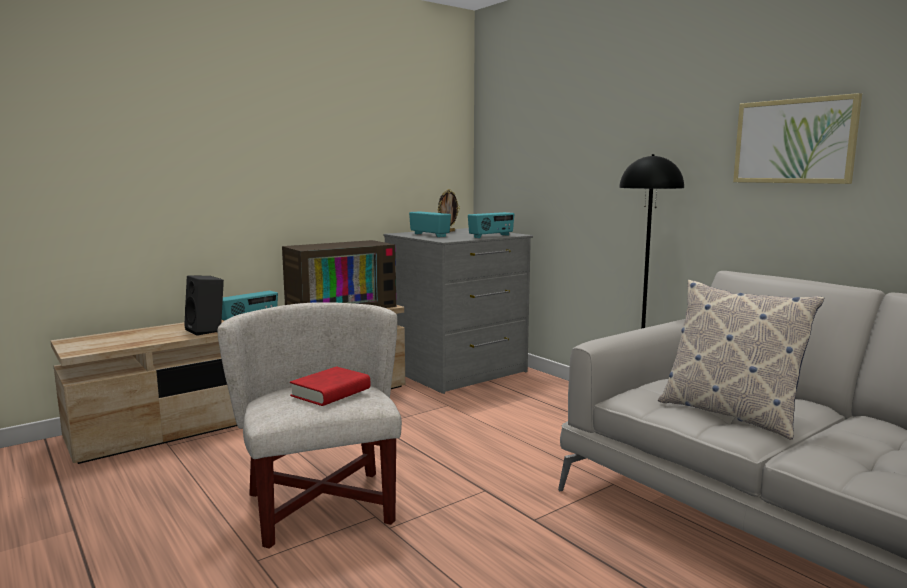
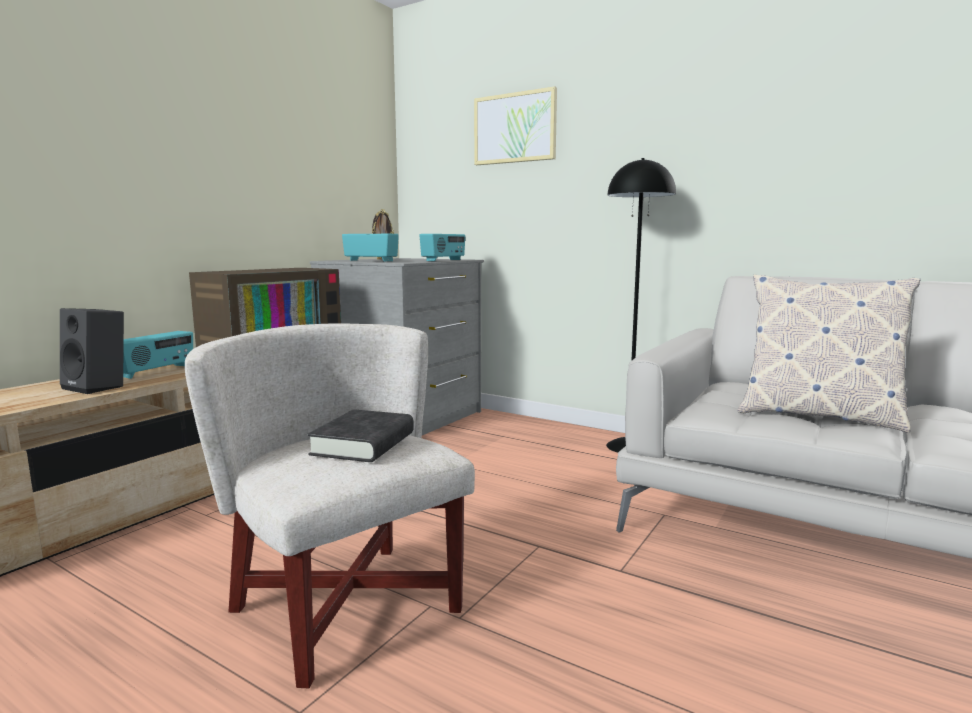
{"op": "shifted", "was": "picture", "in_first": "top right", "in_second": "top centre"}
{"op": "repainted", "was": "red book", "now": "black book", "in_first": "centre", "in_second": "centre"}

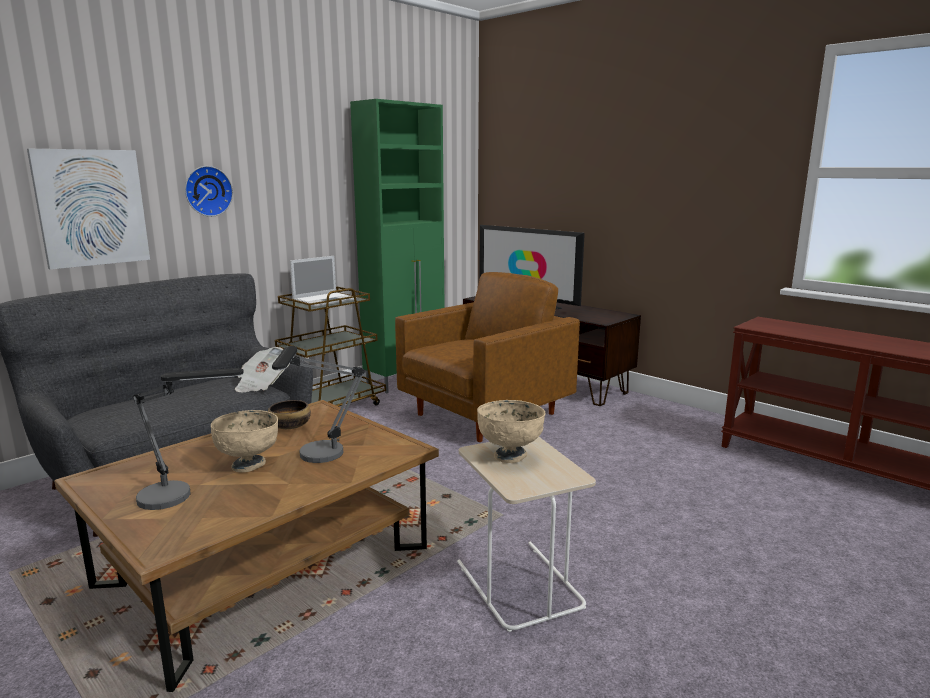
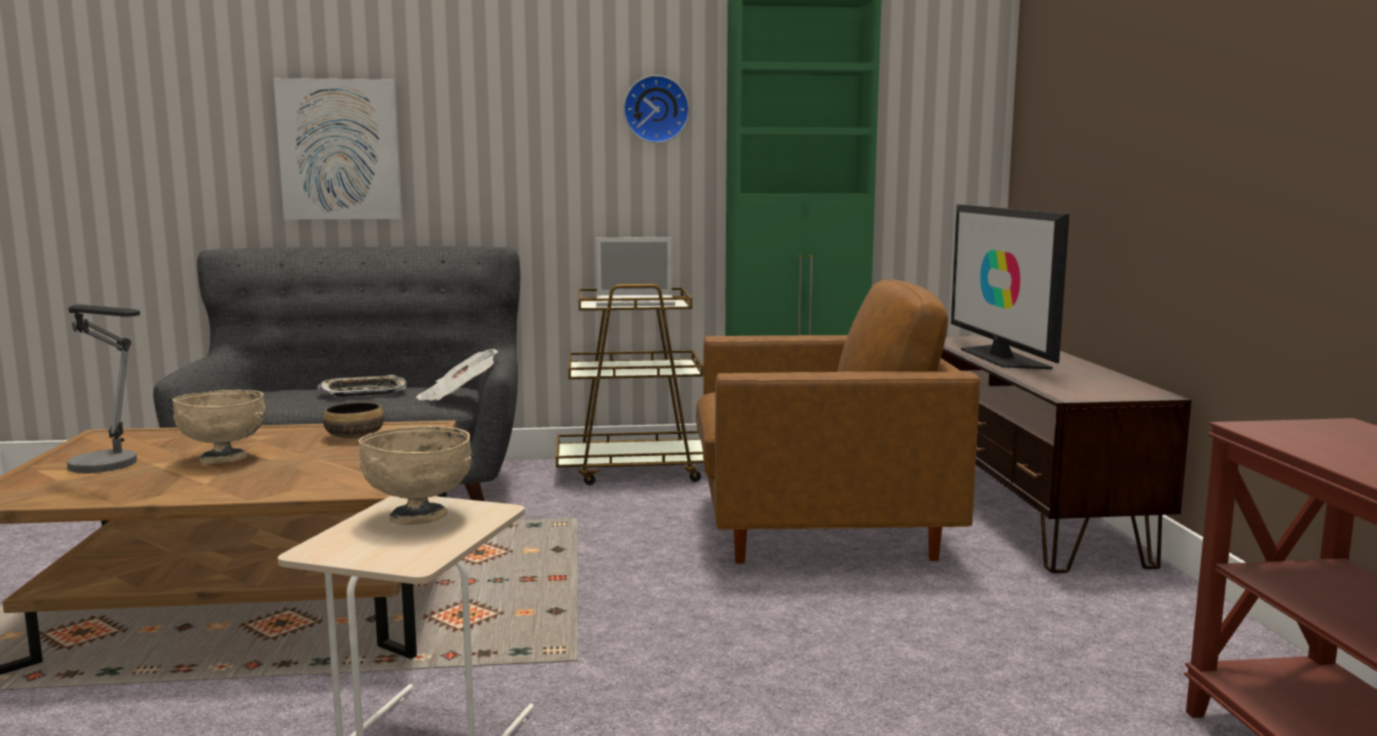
{"op": "shifted", "was": "wall clock", "in_first": "top left", "in_second": "top centre"}
{"op": "gone", "was": "table lamp (no. 2 from left)", "in_first": "centre"}
{"op": "new", "now": "tray", "in_second": "middle left"}

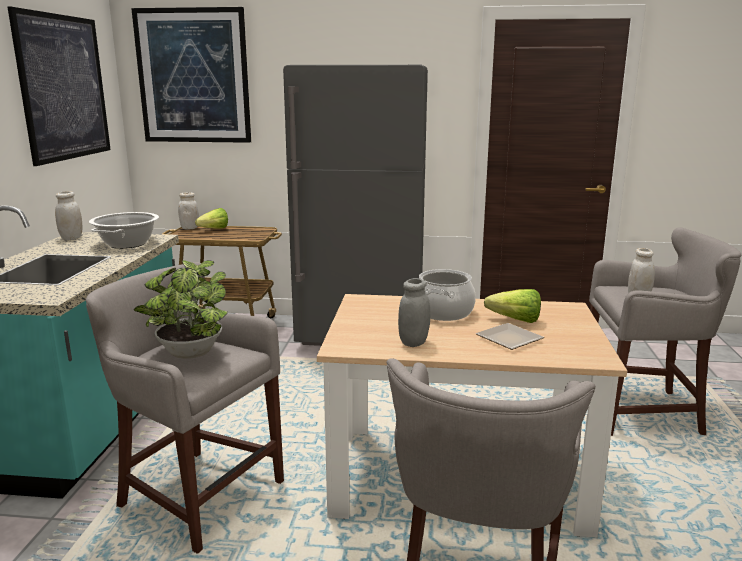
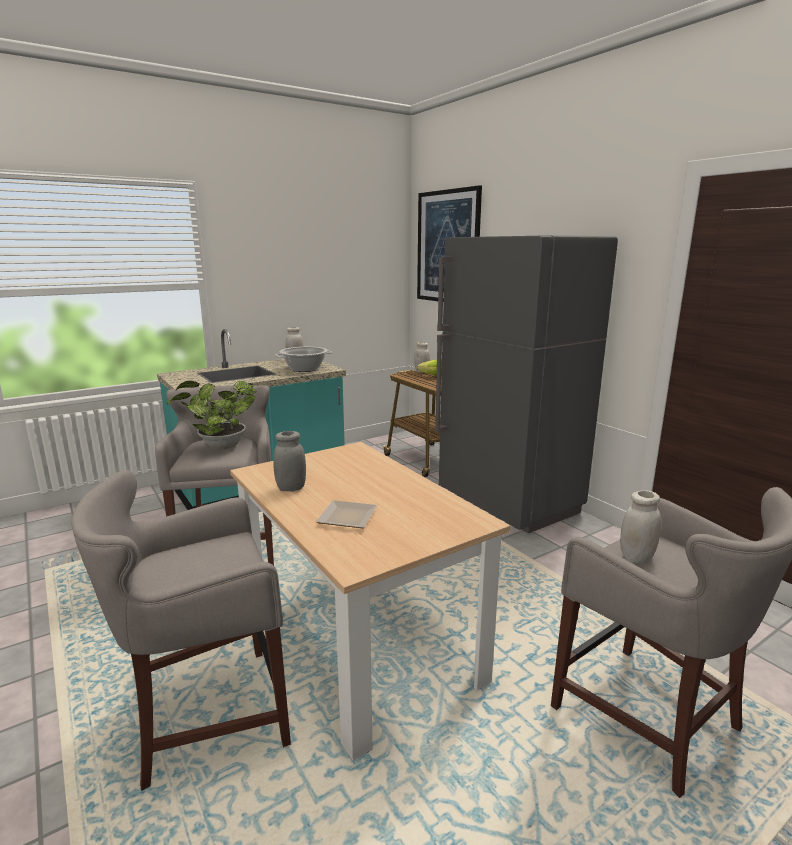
{"op": "gone", "was": "picture (no. 1 from left)", "in_first": "top left"}
{"op": "gone", "was": "cooking pot (no. 2 from left)", "in_first": "centre"}
{"op": "gone", "was": "lettuce (no. 2 from left)", "in_first": "middle right"}

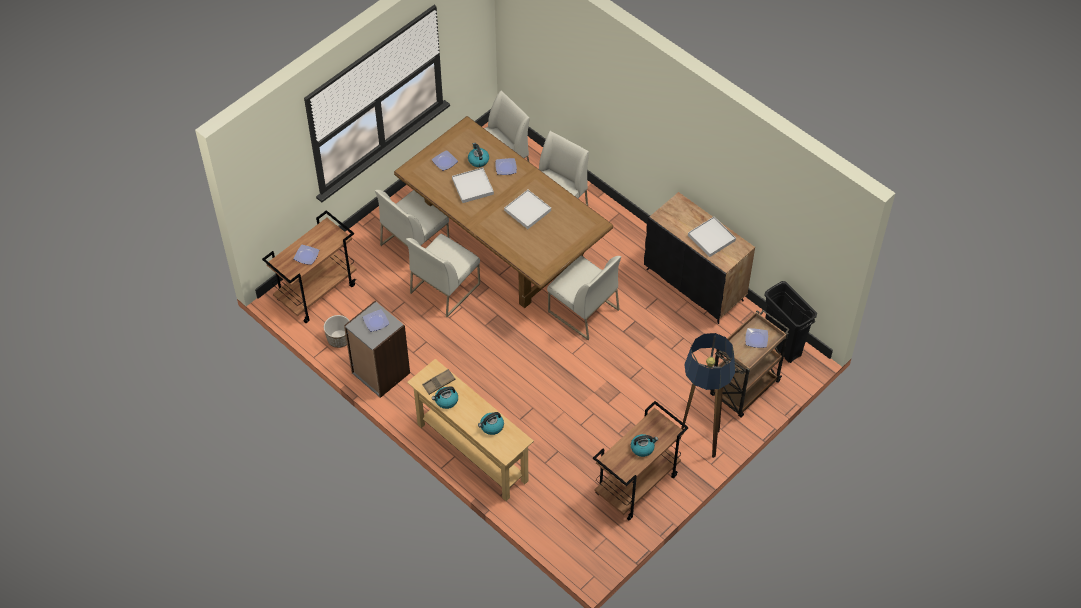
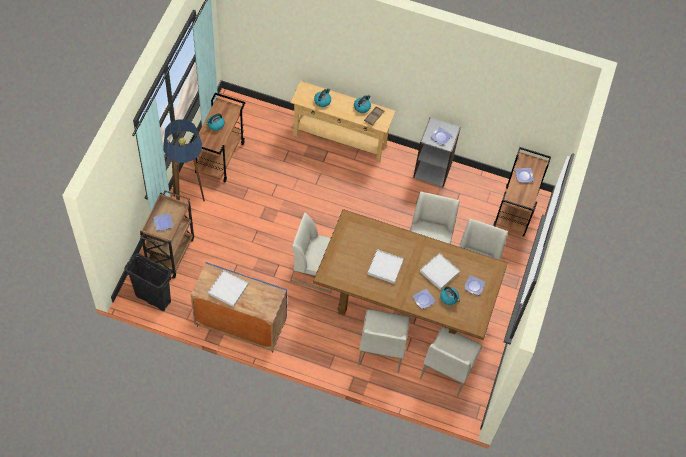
{"op": "repainted", "was": "black cabinet", "now": "blue cabinet", "in_first": "centre", "in_second": "bottom centre"}
{"op": "gone", "was": "planter", "in_first": "middle left"}

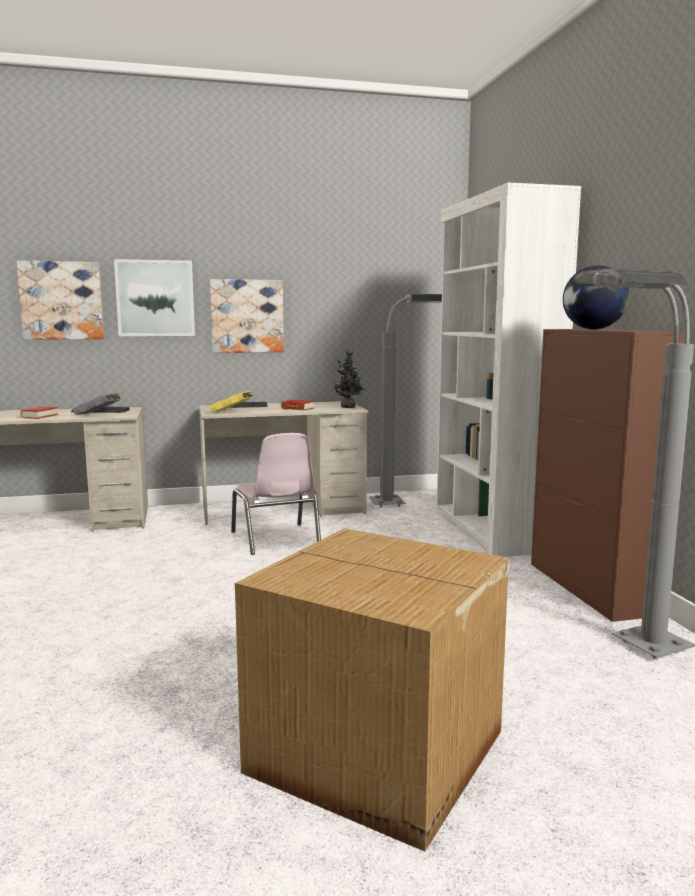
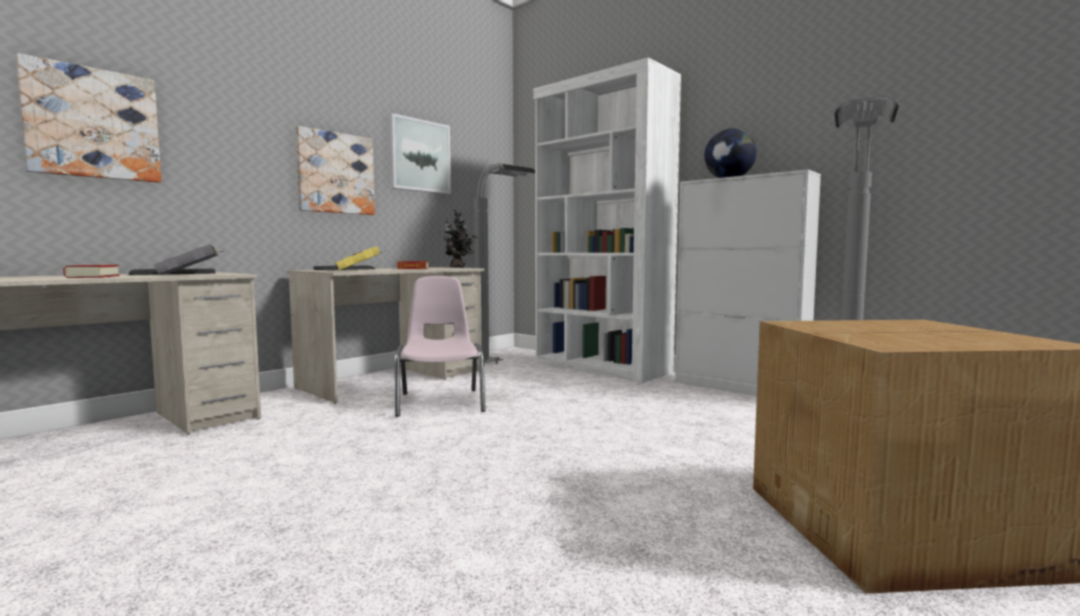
{"op": "shifted", "was": "picture (no. 2 from left in the first image)", "now": "picture (no. 3 from left)", "in_first": "top left", "in_second": "top centre"}
{"op": "repainted", "was": "brown cabinet", "now": "white cabinet", "in_first": "middle right", "in_second": "middle right"}
{"op": "rotated", "was": "pink chair", "in_first": "centre", "in_second": "centre", "clockwise": -135}

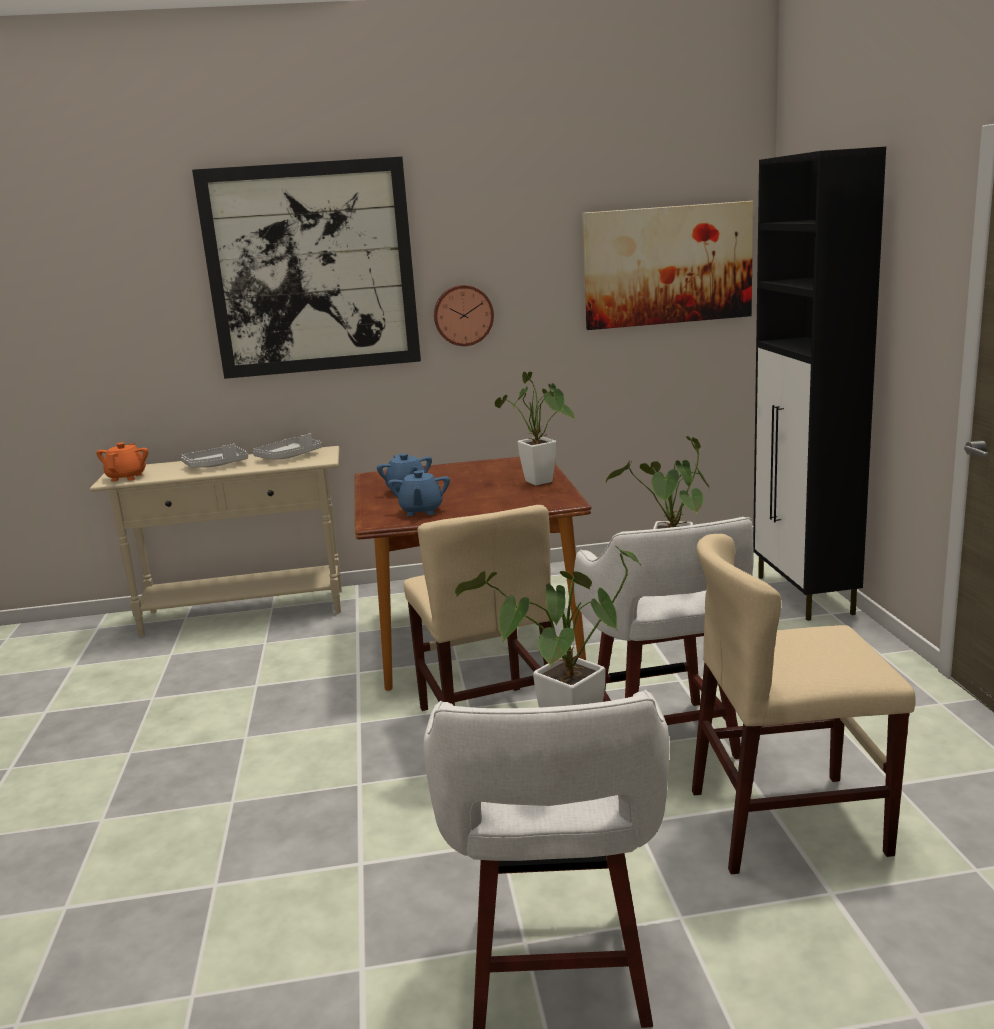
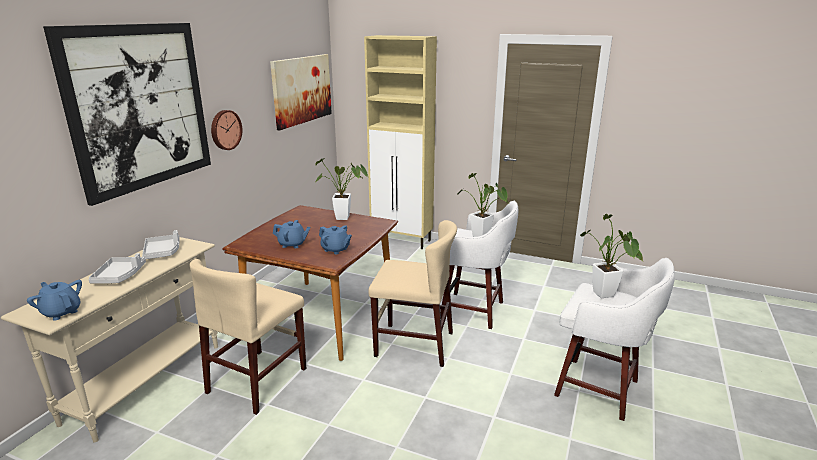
{"op": "repainted", "was": "black cabinet", "now": "beige cabinet", "in_first": "middle right", "in_second": "top centre"}
{"op": "repainted", "was": "orange teapot", "now": "blue teapot (no. 1 from left)", "in_first": "middle left", "in_second": "middle left"}
{"op": "shifted", "was": "beige chair (no. 2 from left in the first image)", "now": "beige chair (no. 1 from left)", "in_first": "bottom right", "in_second": "bottom left"}

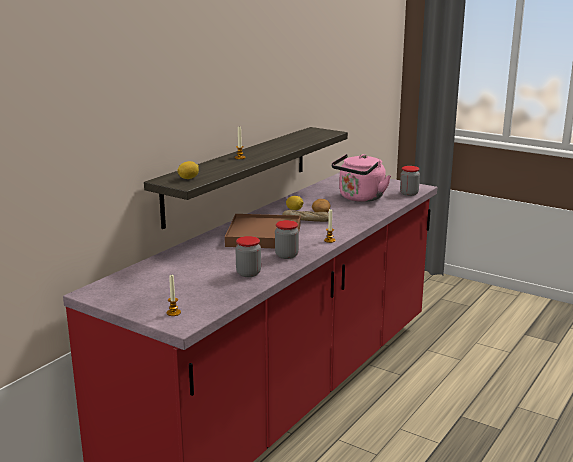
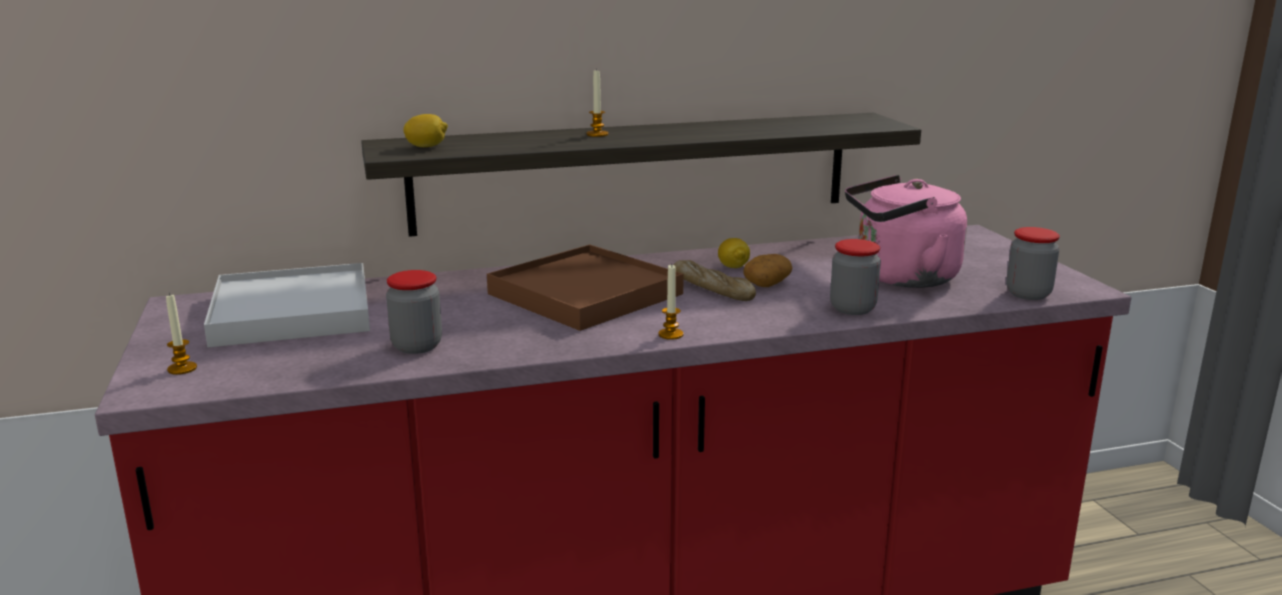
{"op": "shifted", "was": "jar (no. 2 from left)", "in_first": "centre", "in_second": "middle right"}
{"op": "new", "now": "white tray", "in_second": "middle left"}

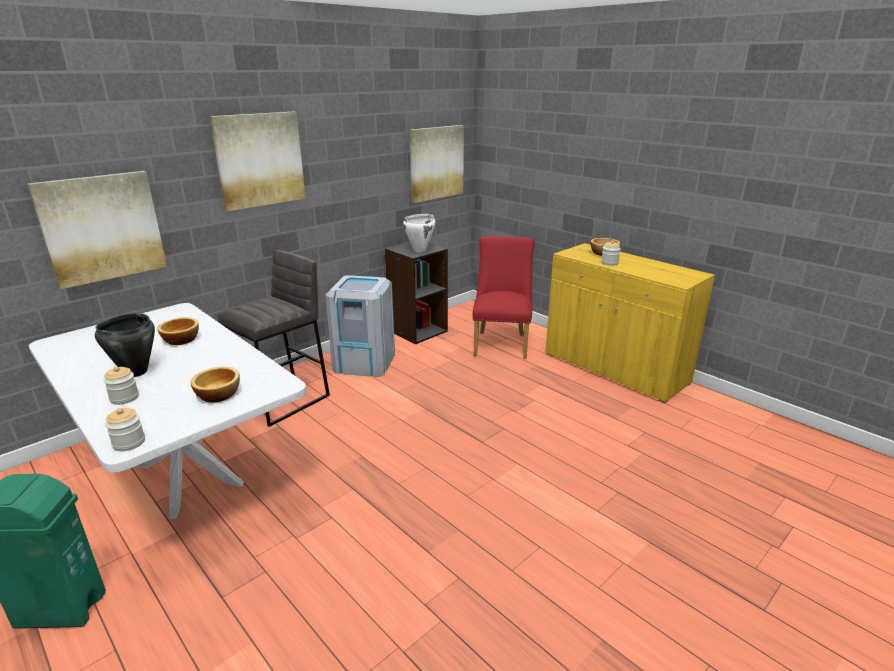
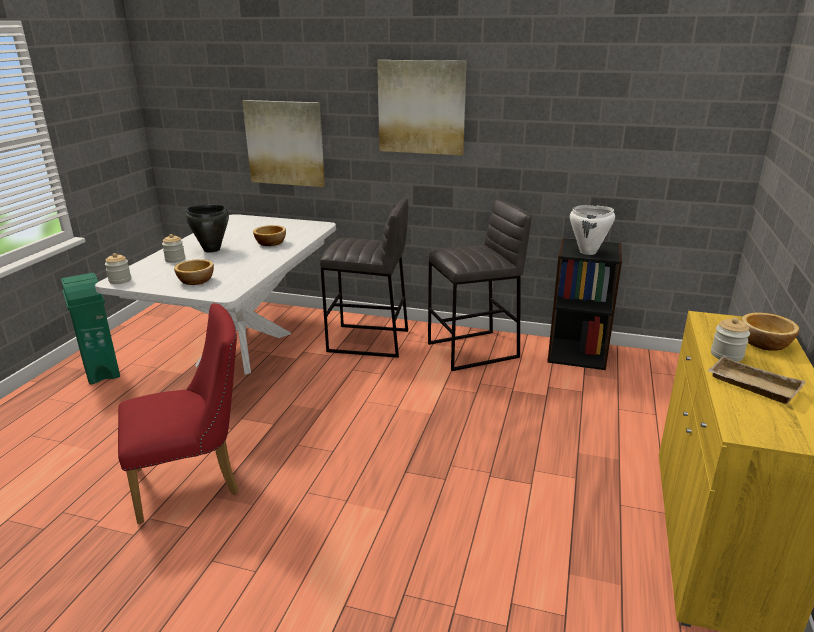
{"op": "gone", "was": "picture (no. 3 from left)", "in_first": "top centre"}
{"op": "shifted", "was": "red chair", "in_first": "centre", "in_second": "middle left"}
{"op": "swapped", "was": "grey trash can", "now": "grey stool (no. 2 from left)", "in_first": "centre", "in_second": "centre"}
{"op": "new", "now": "beige tray", "in_second": "middle right"}

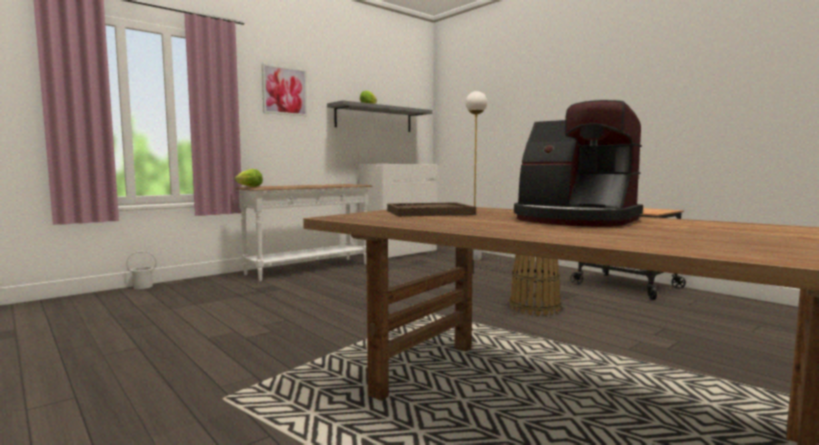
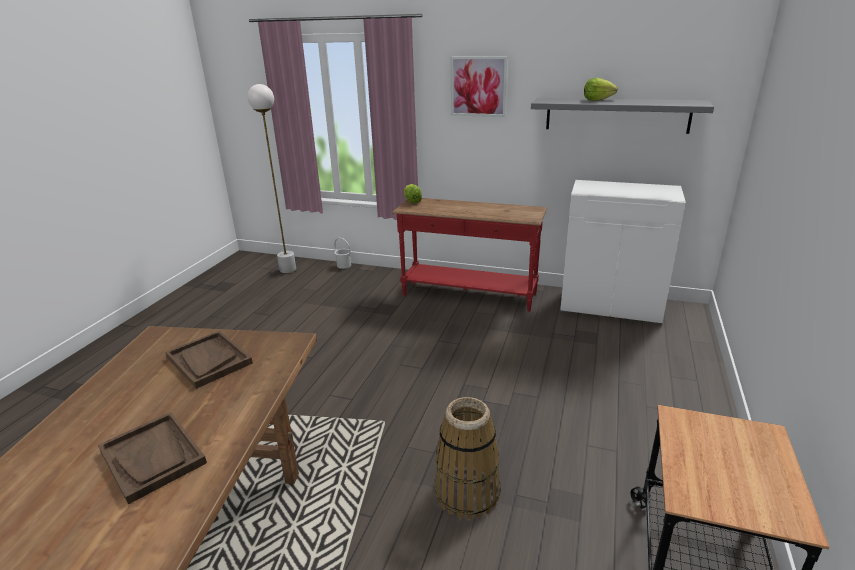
{"op": "shifted", "was": "white floor lamp", "in_first": "centre", "in_second": "top left"}
{"op": "swapped", "was": "coffee machine", "now": "brown tray (no. 1 from left)", "in_first": "middle right", "in_second": "bottom left"}
{"op": "repainted", "was": "white console table", "now": "red console table", "in_first": "centre", "in_second": "centre"}

